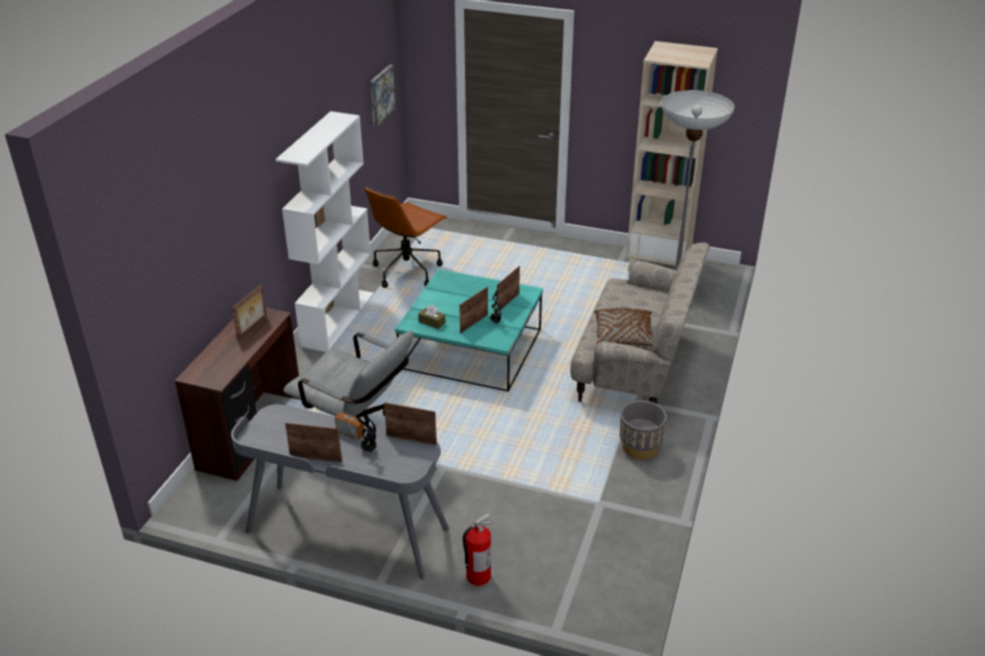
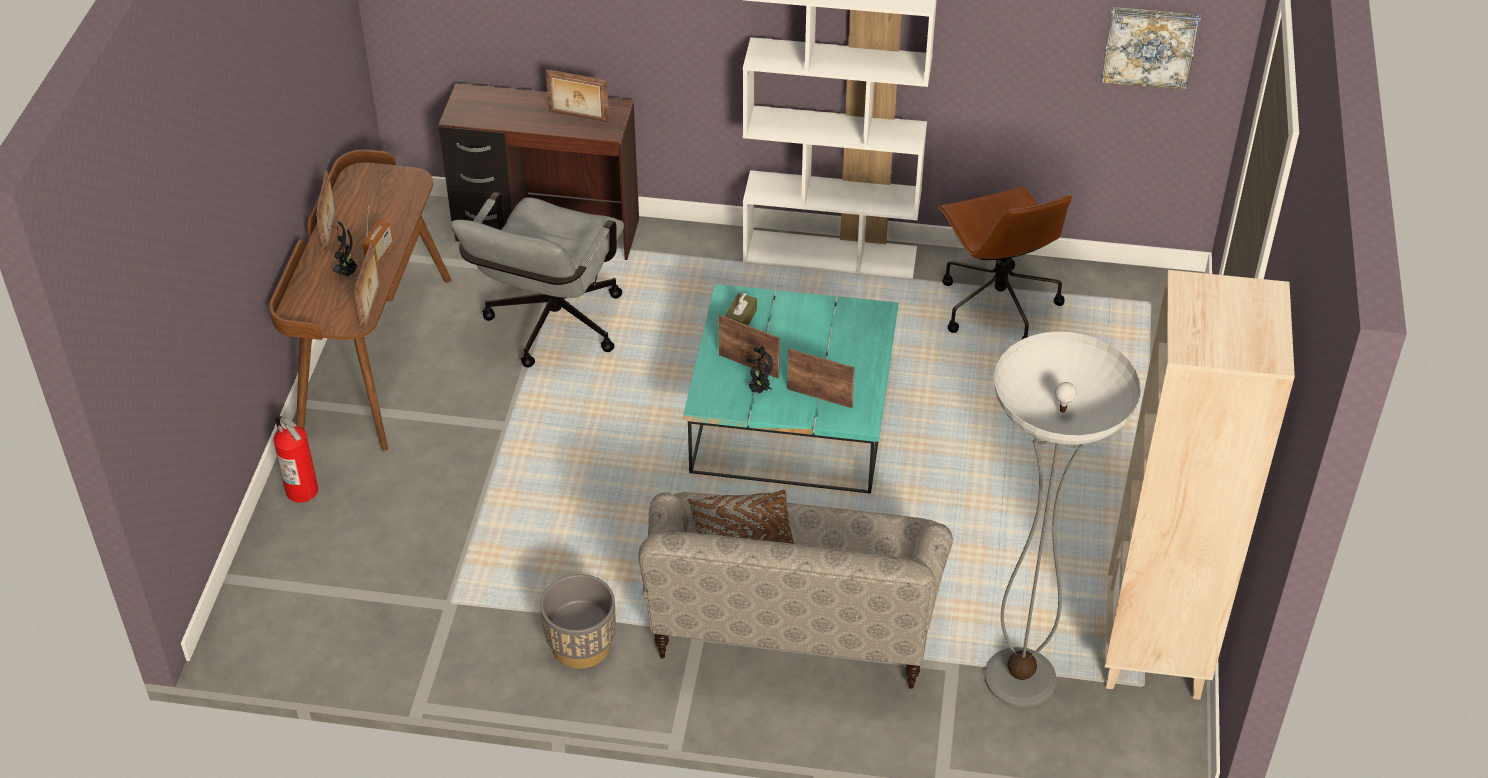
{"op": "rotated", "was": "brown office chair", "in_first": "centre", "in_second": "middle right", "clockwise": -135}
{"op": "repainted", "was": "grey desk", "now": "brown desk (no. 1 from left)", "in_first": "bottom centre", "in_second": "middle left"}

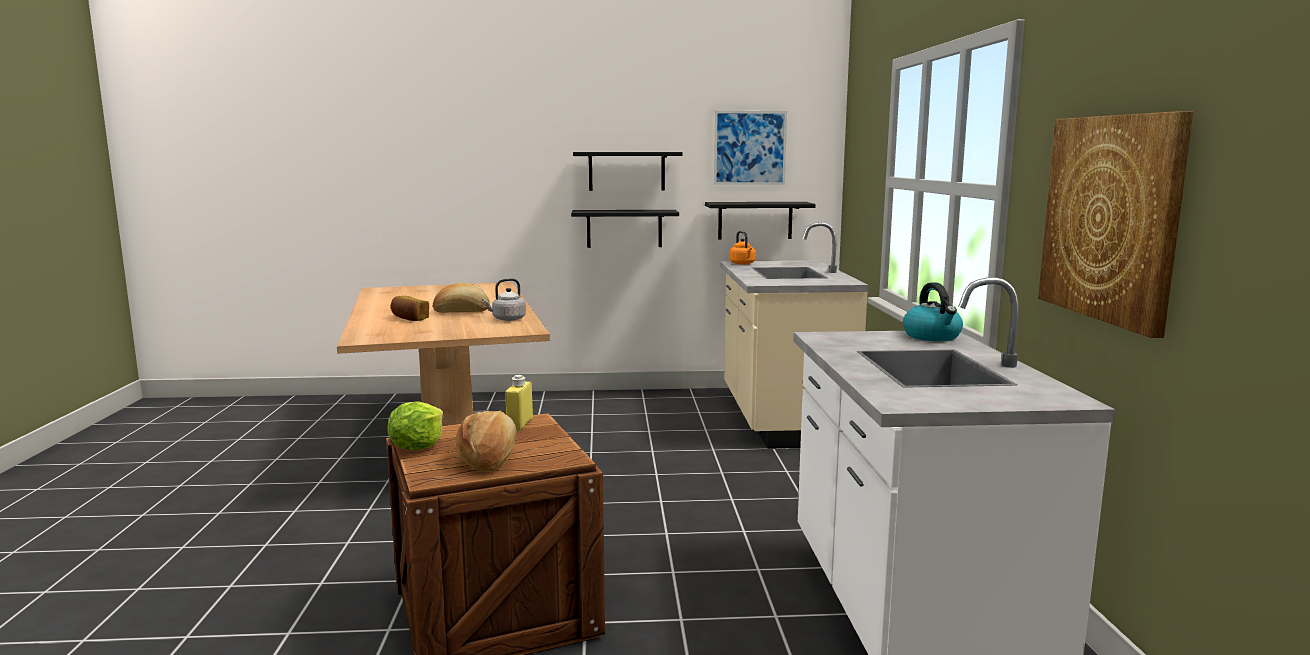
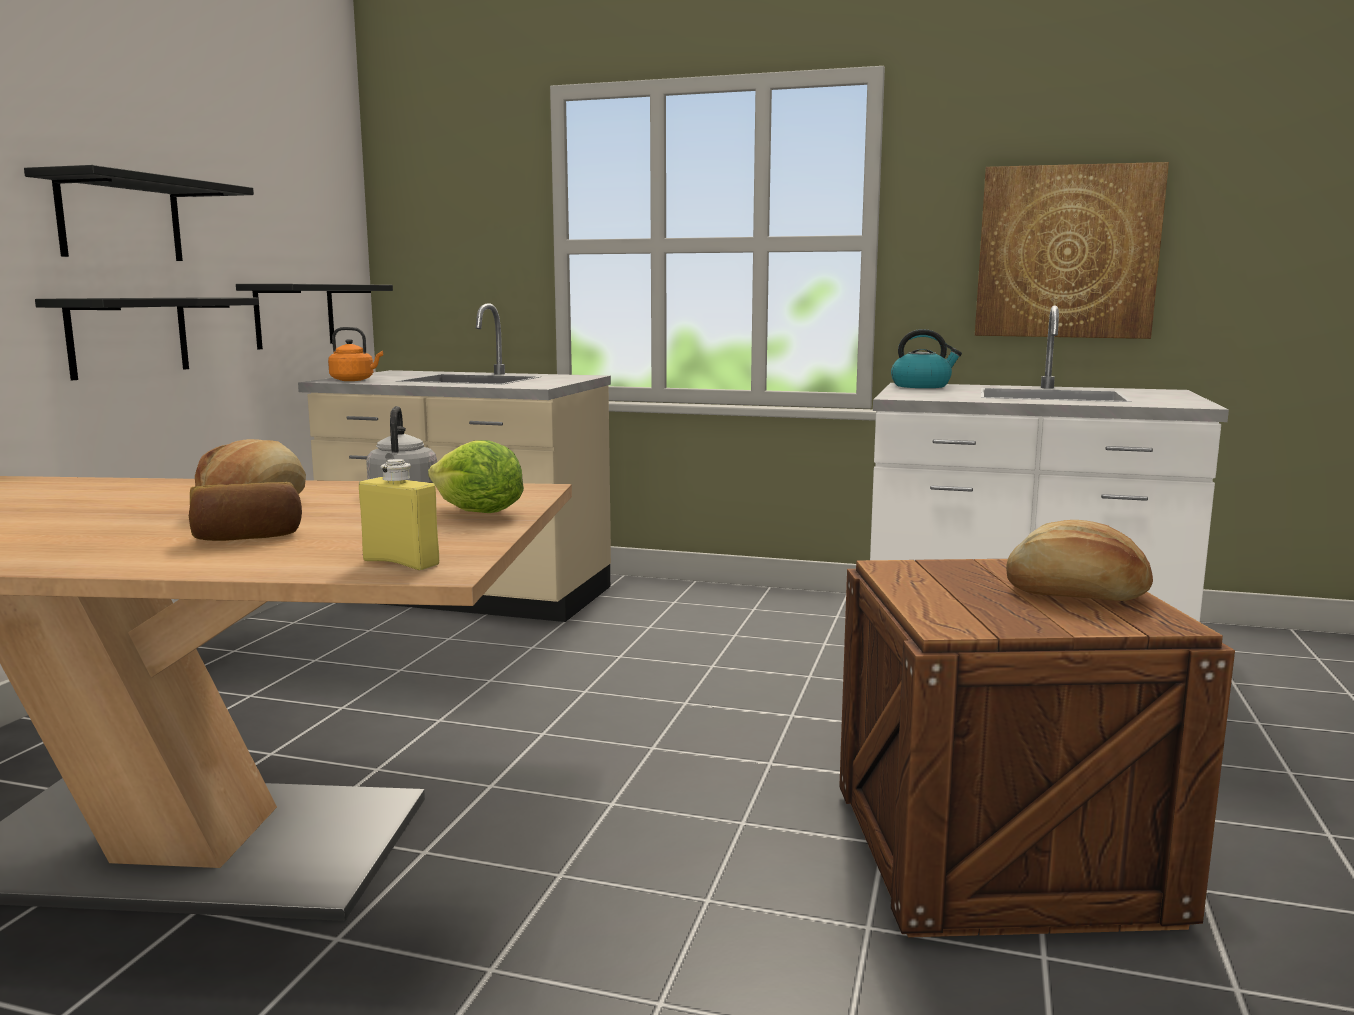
{"op": "gone", "was": "picture (no. 1 from left)", "in_first": "top centre"}
{"op": "shifted", "was": "yellow bottle", "in_first": "centre", "in_second": "middle left"}
{"op": "shifted", "was": "lettuce", "in_first": "middle left", "in_second": "centre"}

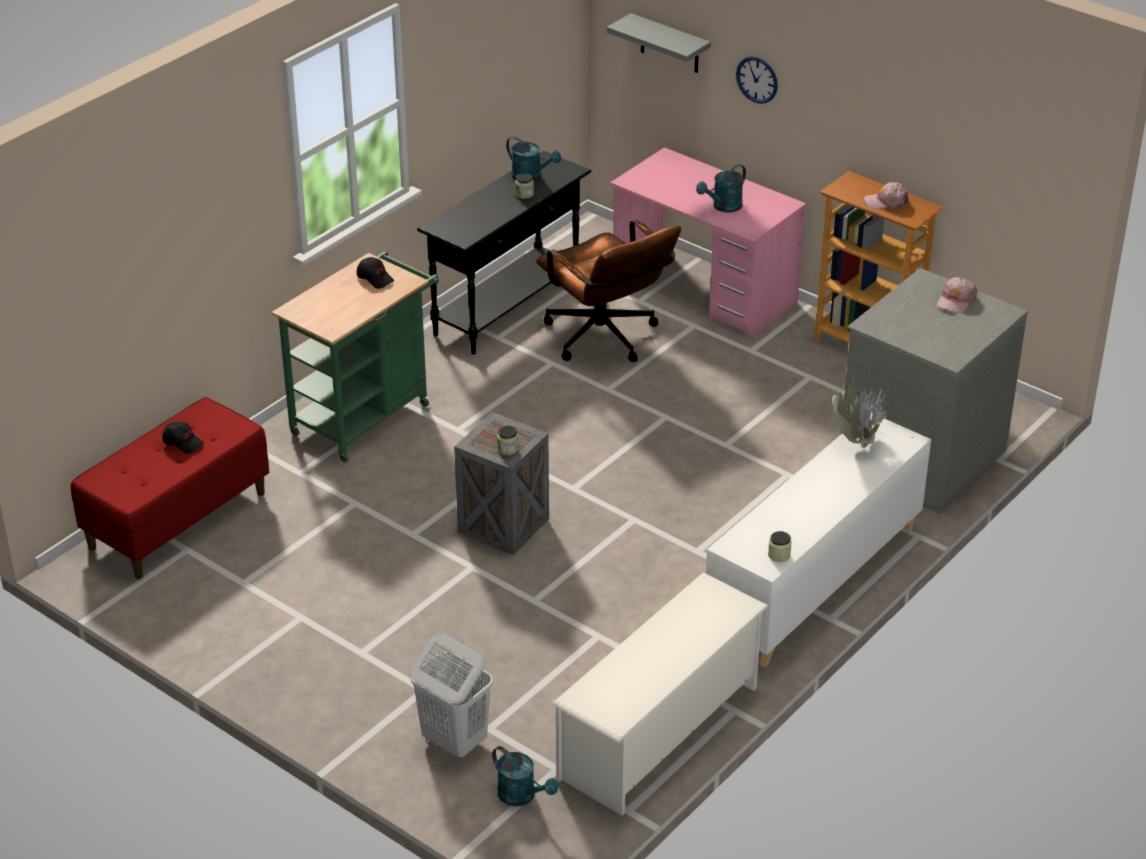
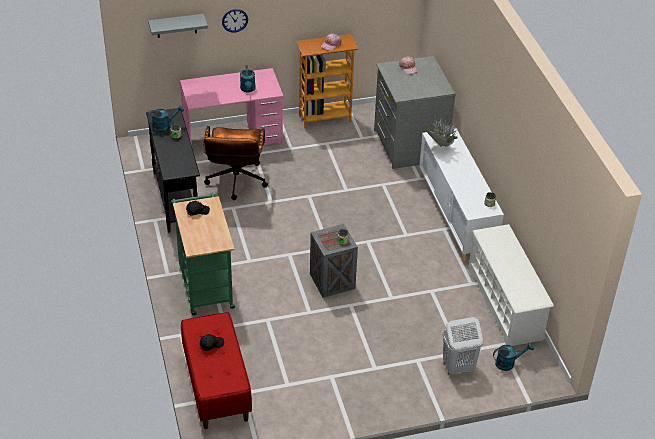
{"op": "rotated", "was": "brown office chair", "in_first": "centre", "in_second": "centre", "clockwise": 90}

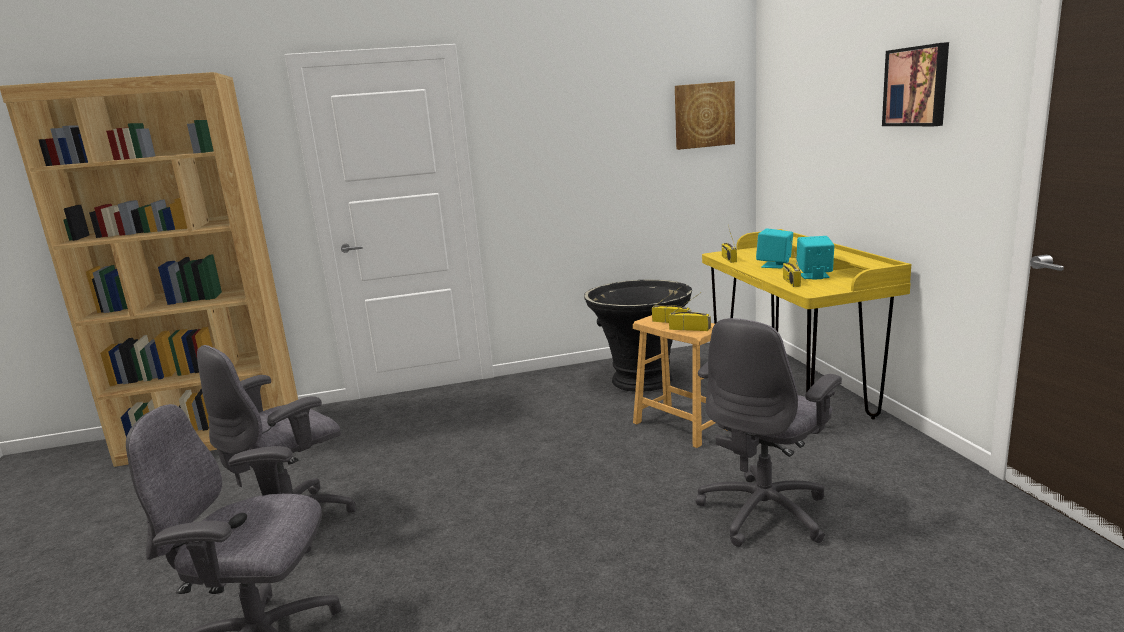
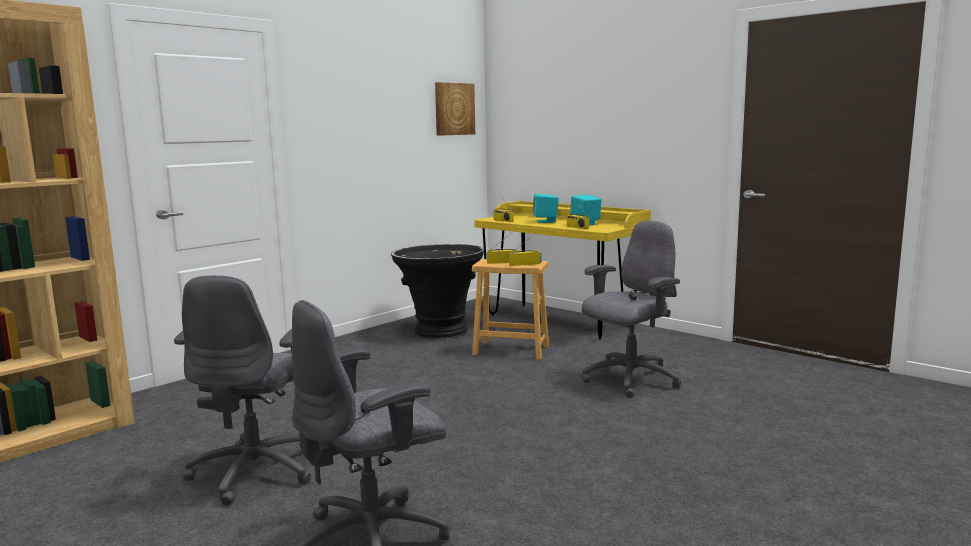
{"op": "gone", "was": "picture (no. 2 from left)", "in_first": "top right"}
{"op": "rotated", "was": "grey office chair (no. 3 from left)", "in_first": "bottom right", "in_second": "centre", "clockwise": -135}

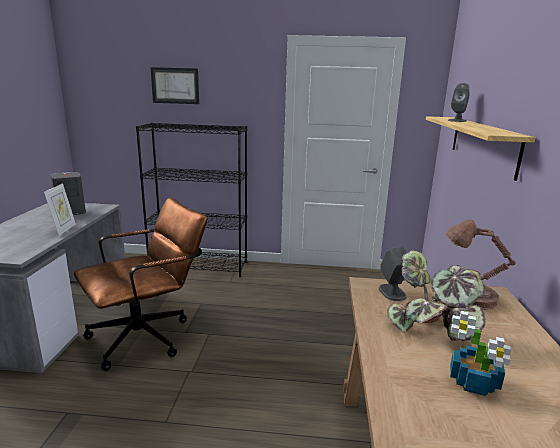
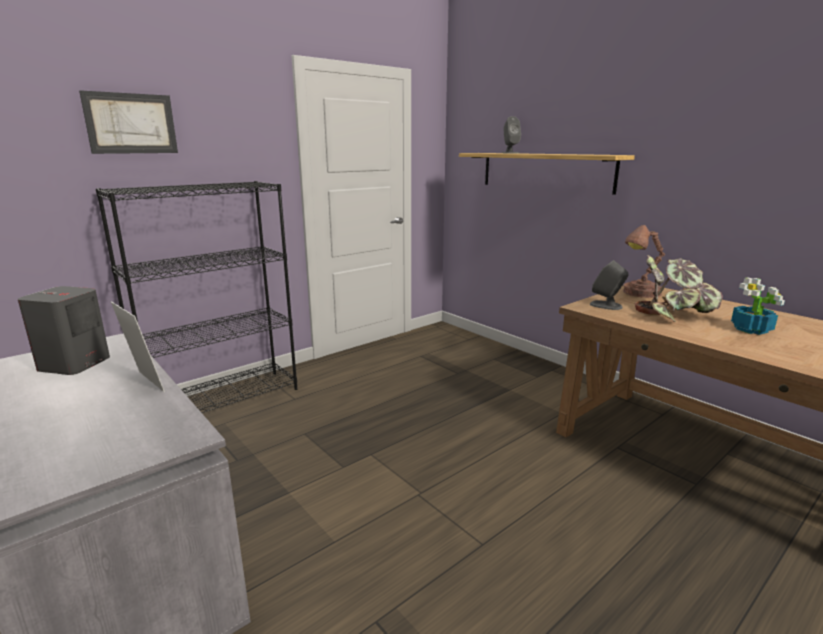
{"op": "gone", "was": "brown office chair", "in_first": "middle left"}

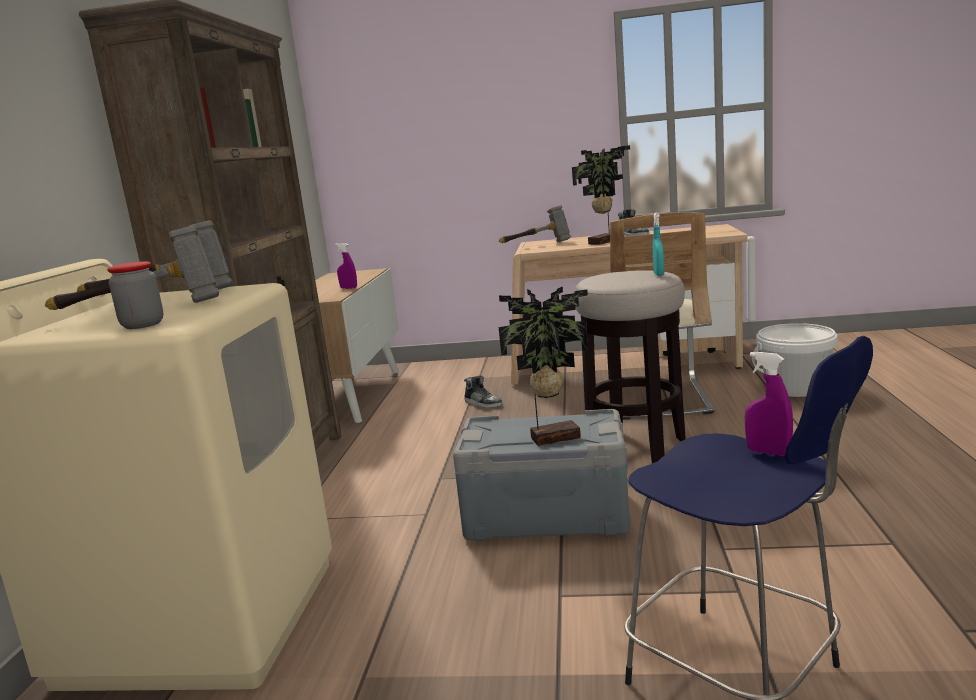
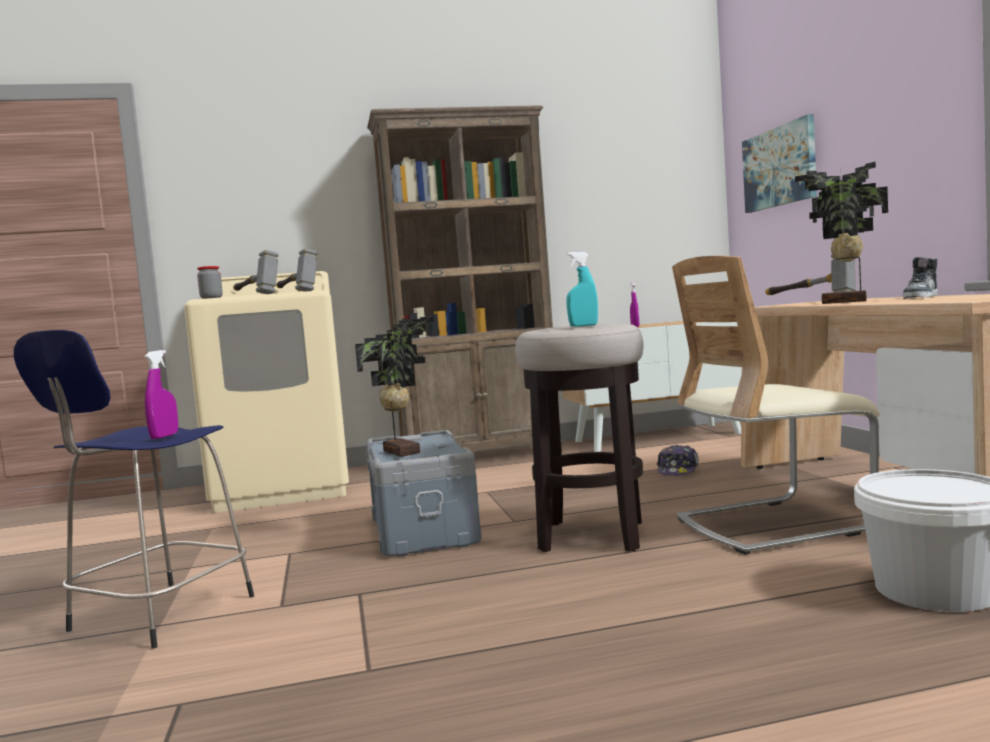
{"op": "swapped", "was": "shoe (no. 1 from left)", "now": "cap", "in_first": "centre", "in_second": "middle right"}
{"op": "new", "now": "picture", "in_second": "top right"}

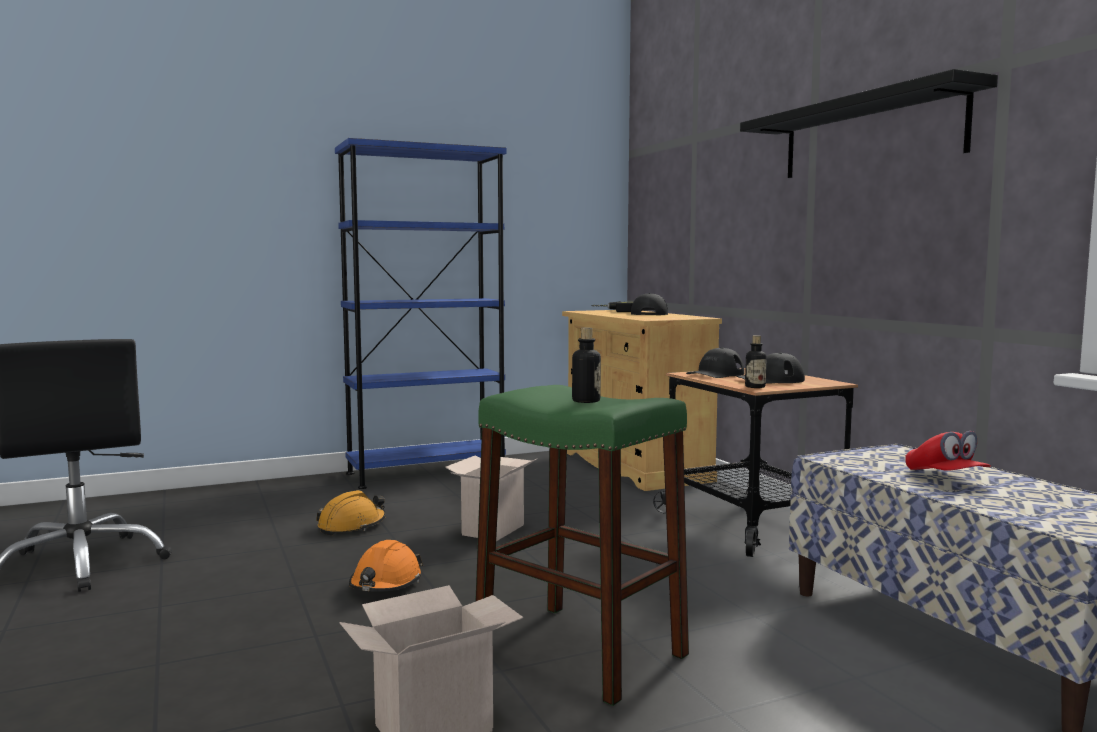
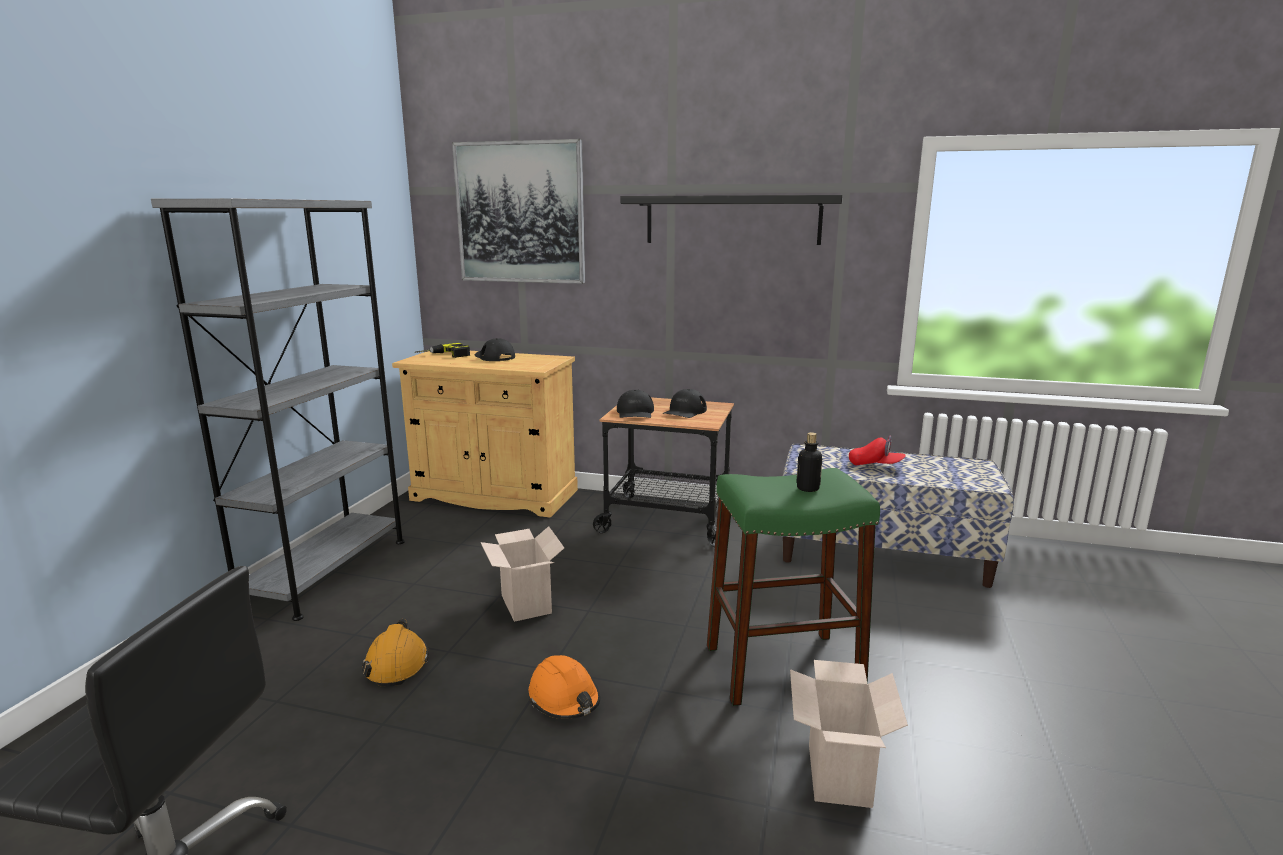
{"op": "repainted", "was": "blue bookcase", "now": "grey bookcase", "in_first": "centre", "in_second": "middle left"}
{"op": "gone", "was": "bottle (no. 2 from left)", "in_first": "middle right"}
{"op": "new", "now": "picture", "in_second": "top centre"}

